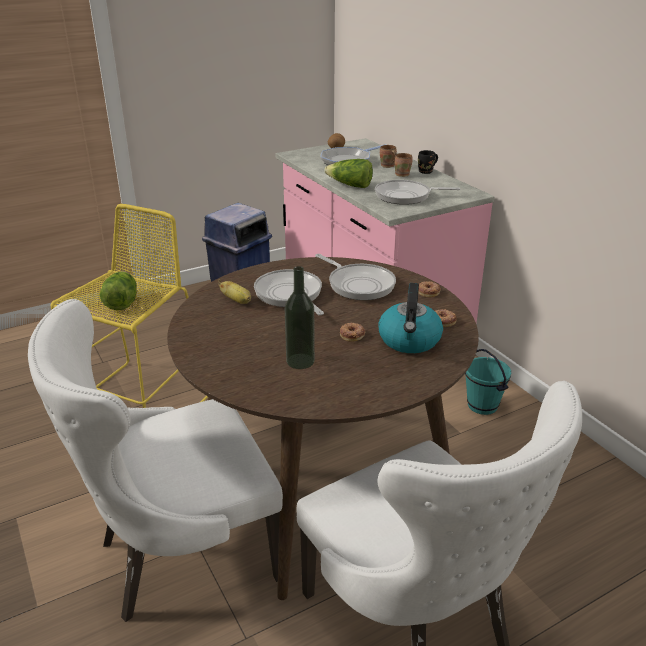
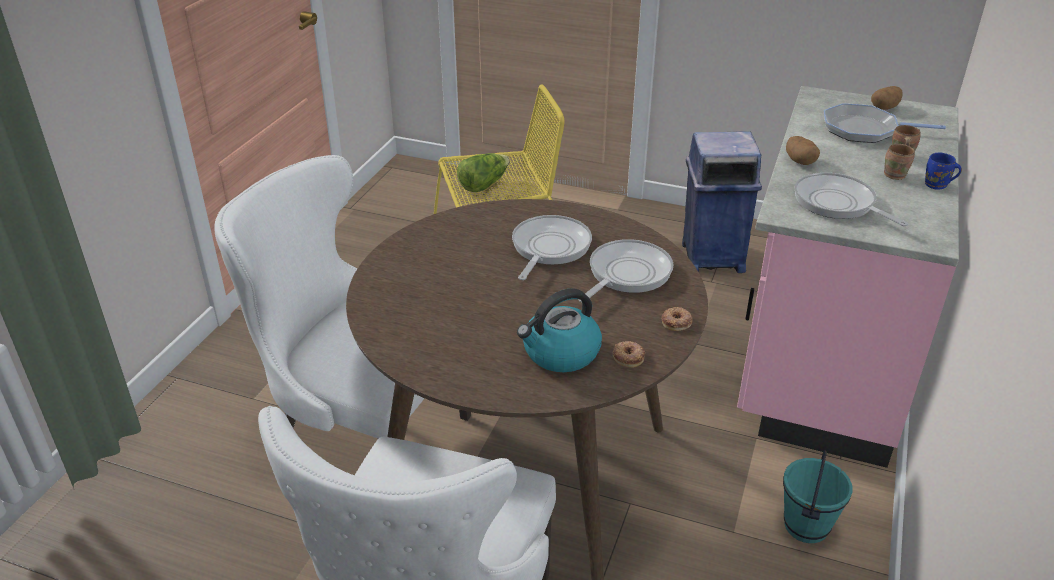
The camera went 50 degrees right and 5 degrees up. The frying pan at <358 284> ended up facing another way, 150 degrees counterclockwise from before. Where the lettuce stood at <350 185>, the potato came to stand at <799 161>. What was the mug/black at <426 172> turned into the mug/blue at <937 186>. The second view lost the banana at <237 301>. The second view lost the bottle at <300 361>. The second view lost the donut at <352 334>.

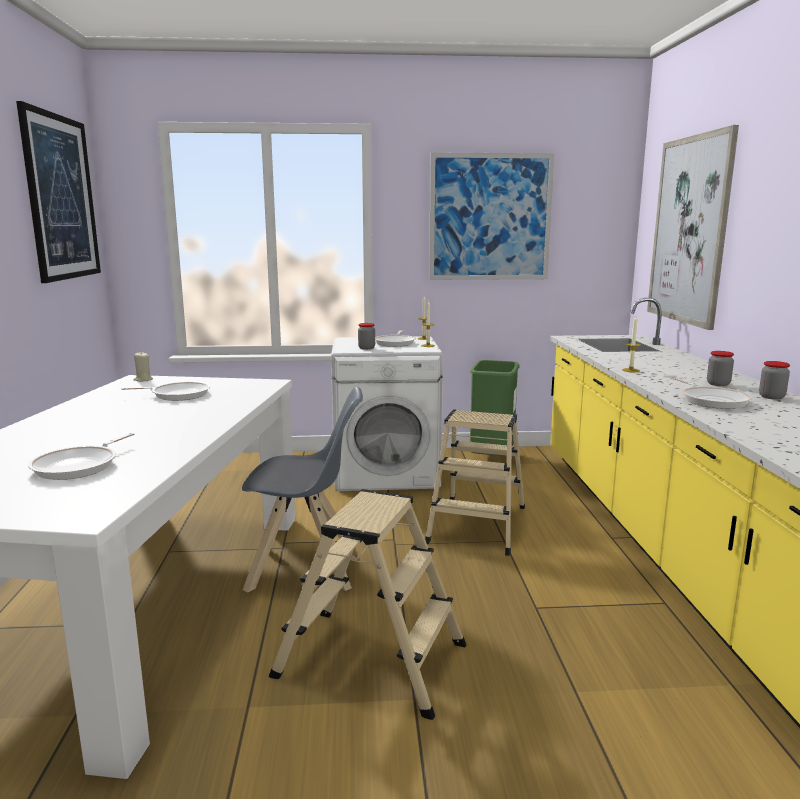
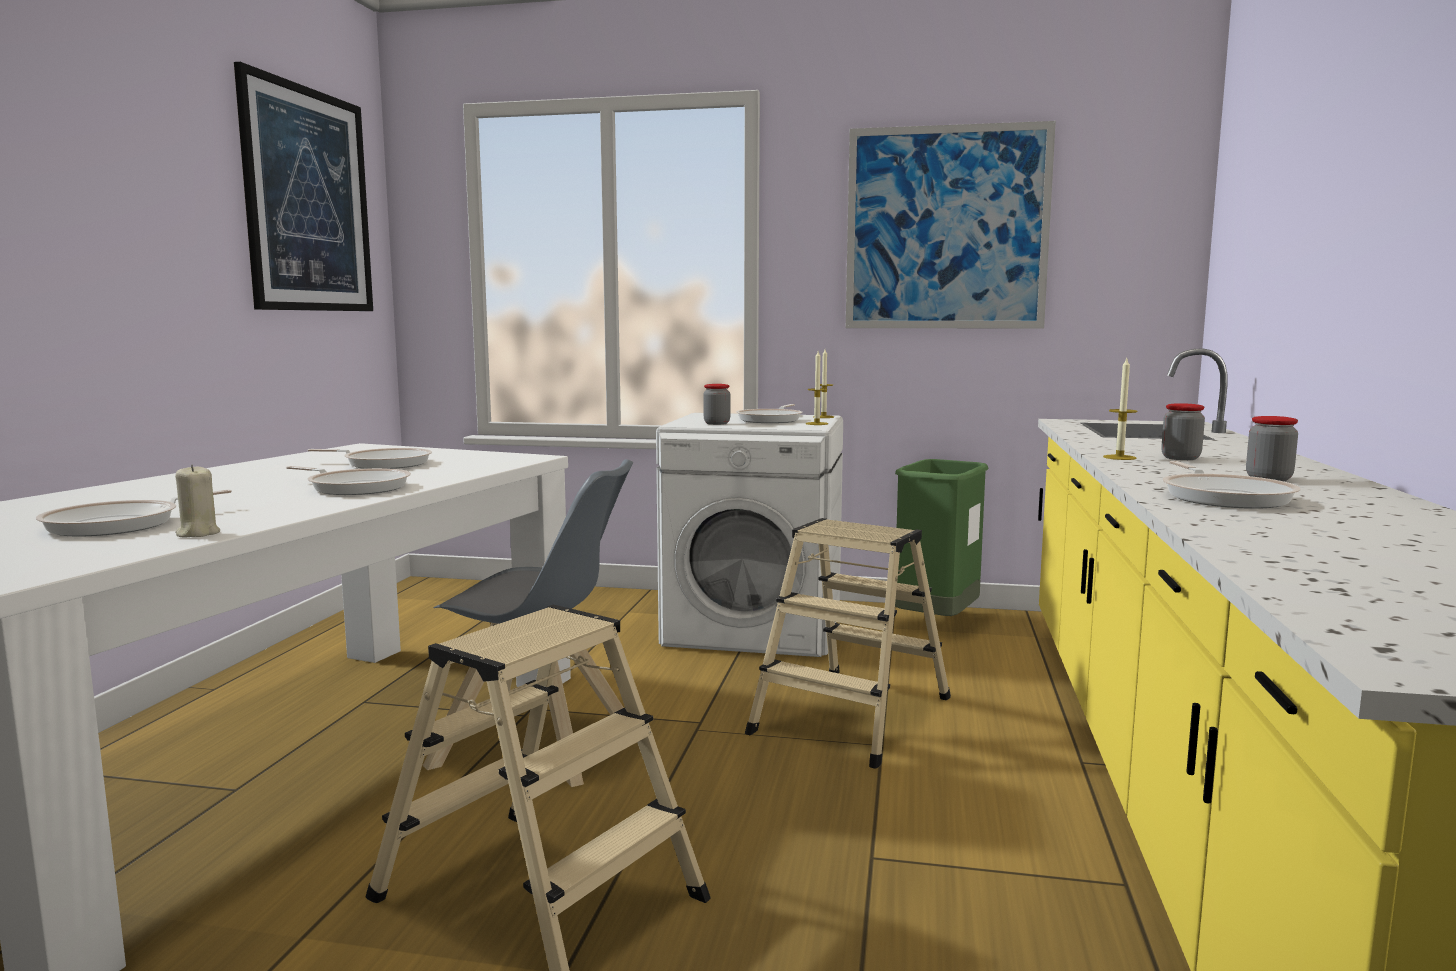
The camera went 15 degrees right and 5 degrees down. The candle/beige ended up elsewhere, having gone from <143 380> to <198 533>. The second view gained the frying pan at <356 487>. The jar ended up elsewhere, having gone from <771 397> to <1180 458>. The second view lost the picture at <689 230>.

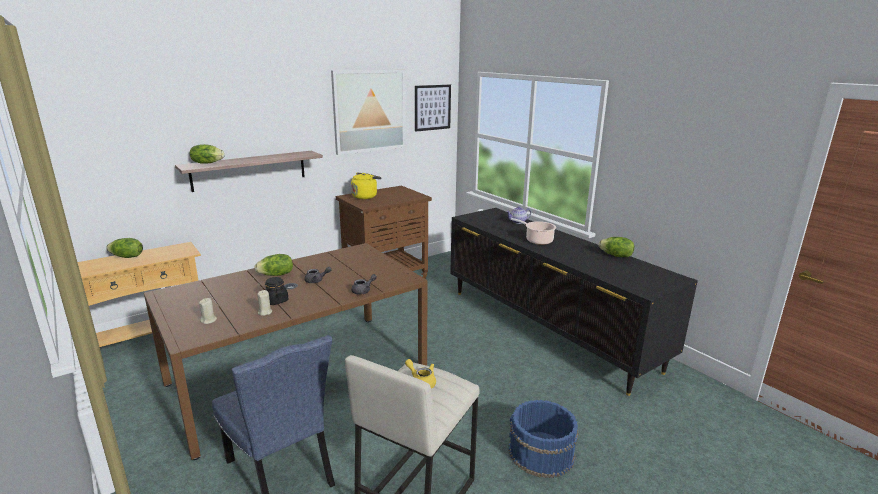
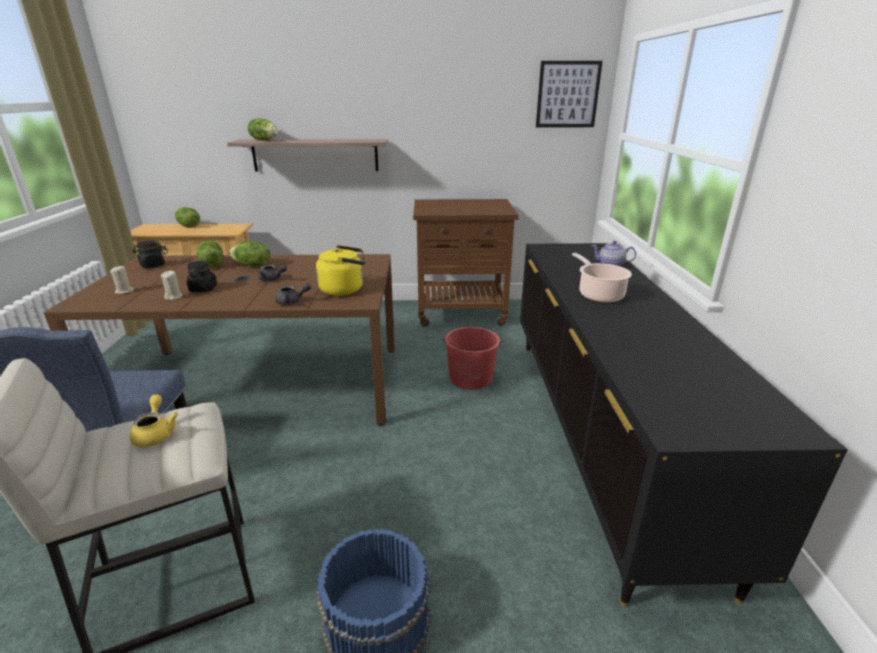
The camera went 35 degrees right and 5 degrees up. The second view gained the jar/black at <152 265>. The lettuce ended up elsewhere, having gone from <616 256> to <211 264>. The kettle/yellow ended up elsewhere, having gone from <365 196> to <344 289>. The second view gained the bucket/red at <470 377>. The second view lost the picture at <369 111>.

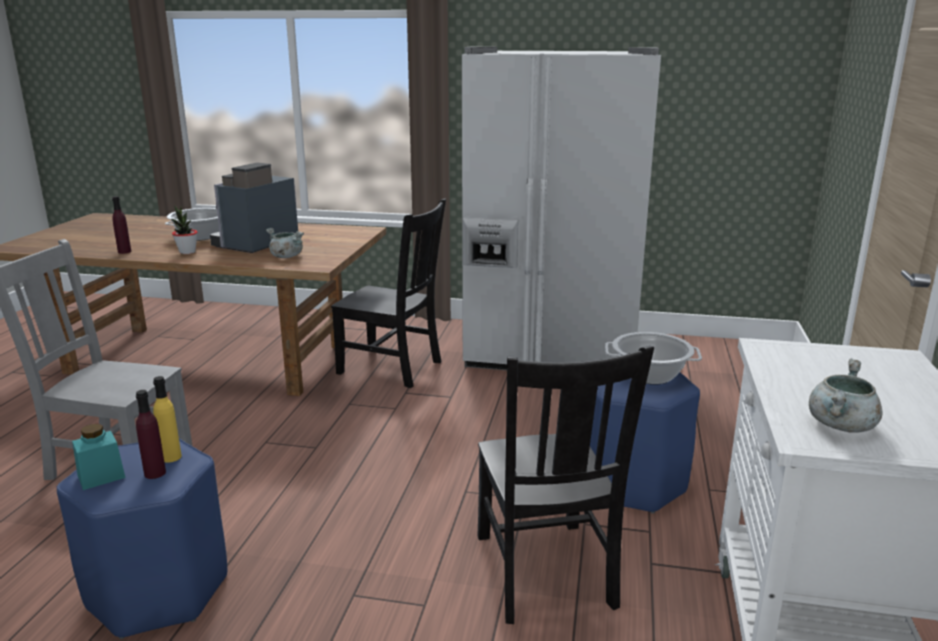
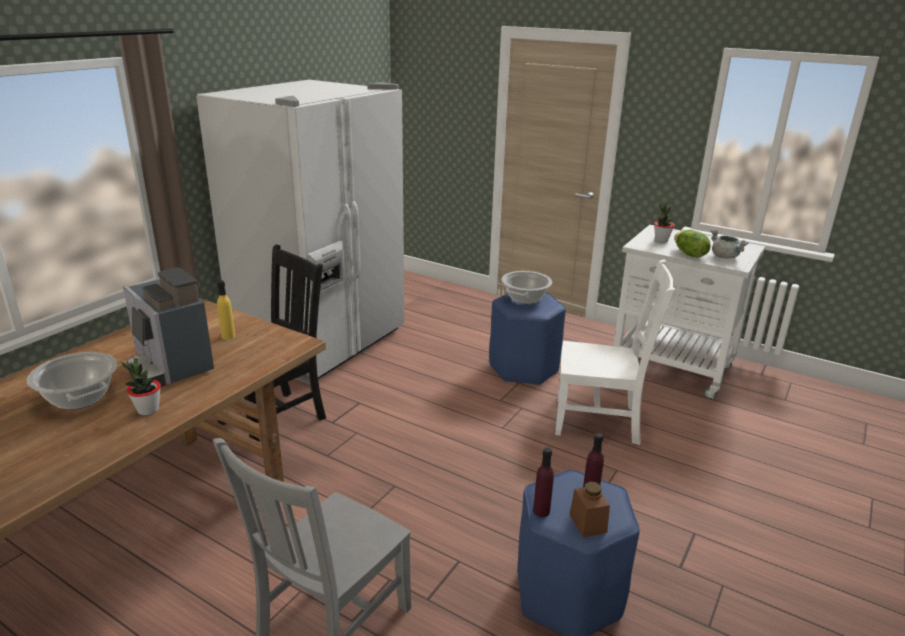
The camera went 70 degrees left and 5 degrees up. The bottle/yellow ended up elsewhere, having gone from <171 457> to <228 336>. The bottle/purple ended up elsewhere, having gone from <124 251> to <541 511>. What was the chair/black at <545 573> turned into the chair/white at <600 421>. What was the jar/turquoise at <101 476> turned into the jar/brown at <588 523>. The second view gained the potted plant at <661 240>. The second view gained the lettuce at <689 254>. The second view lost the cooking pot/grey at <285 256>.

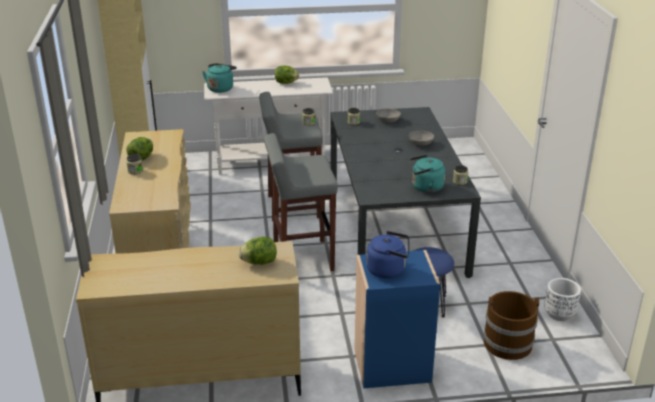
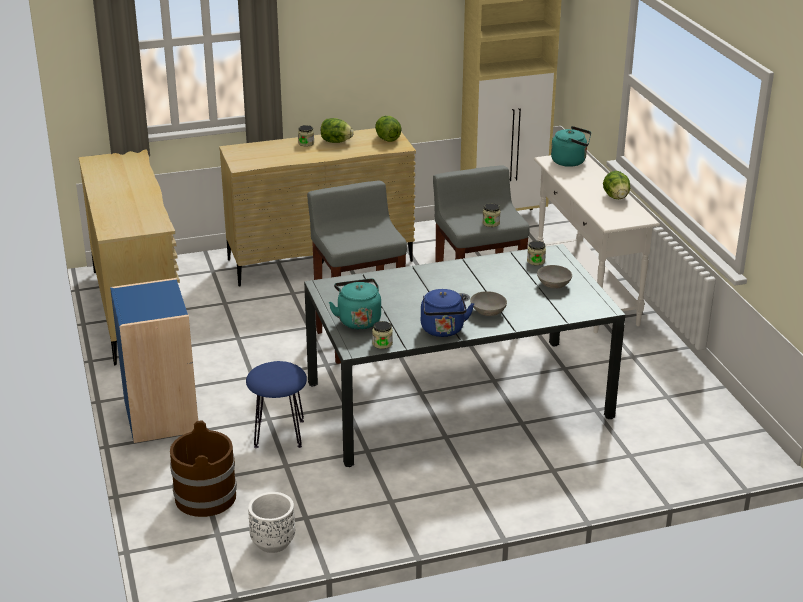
The camera went 80 degrees right and 0 degrees up. The lettuce ended up elsewhere, having gone from <259 262> to <387 139>. The kettle/blue ended up elsewhere, having gone from <388 270> to <443 330>.

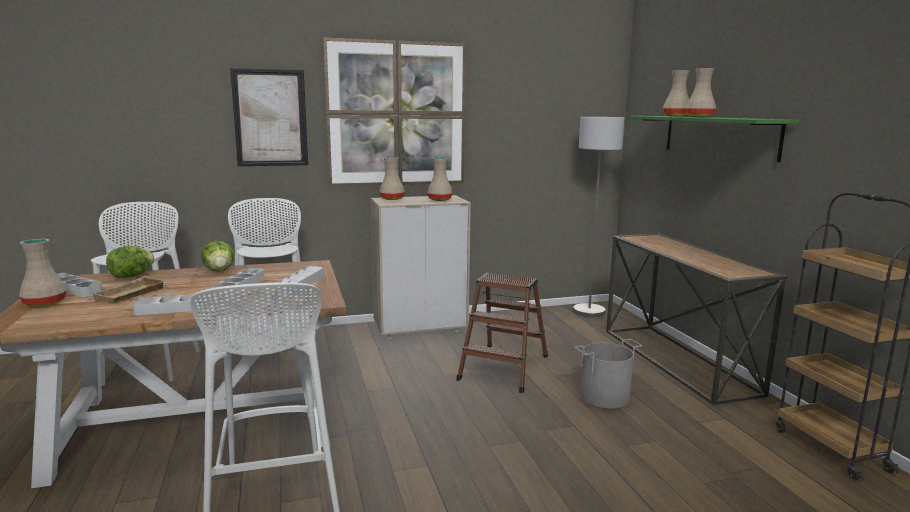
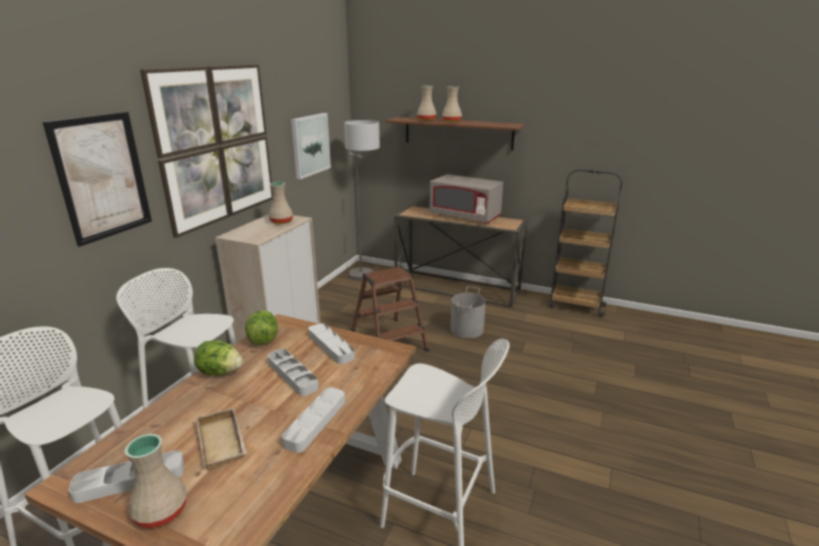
The camera went 50 degrees left and 10 degrees up. The lettuce ended up elsewhere, having gone from <131 276> to <263 339>. The second view gained the picture at <310 145>. What was the shelf/green at <719 136> turned into the shelf/brown at <458 133>. The second view gained the microwave/grey at <465 216>. The second view lost the vase/beige at <392 199>.

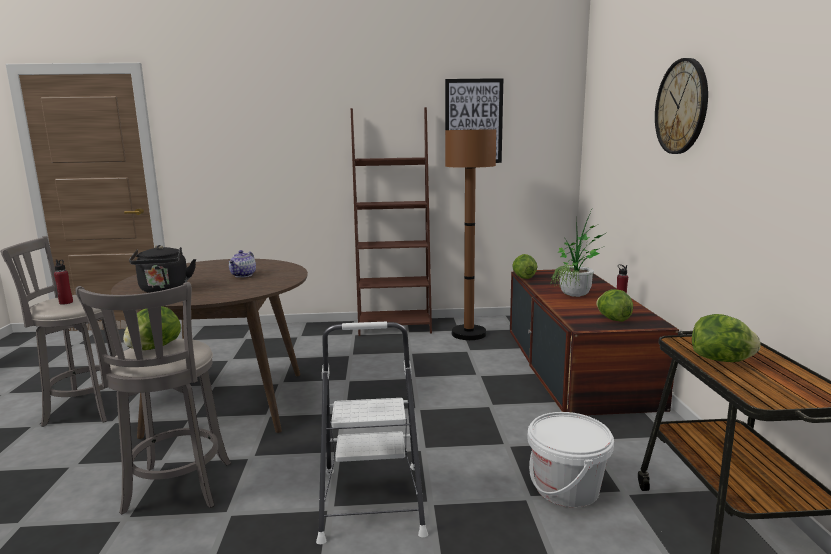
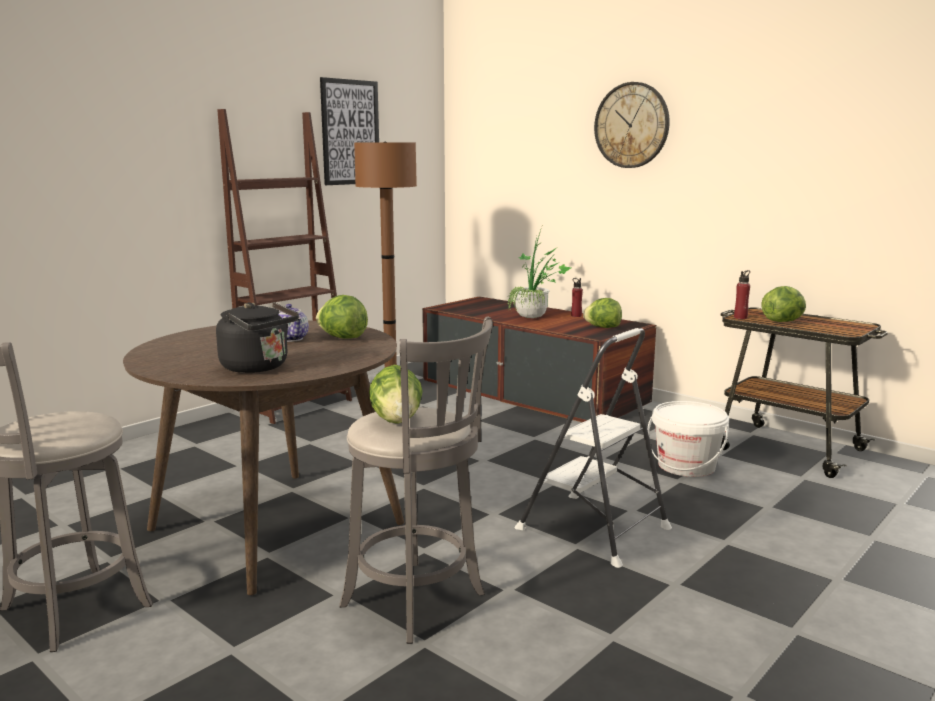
The camera went 45 degrees left and 0 degrees up. The lettuce ended up elsewhere, having gone from <523 277> to <342 338>. The bottle/red ended up elsewhere, having gone from <66 302> to <740 317>.

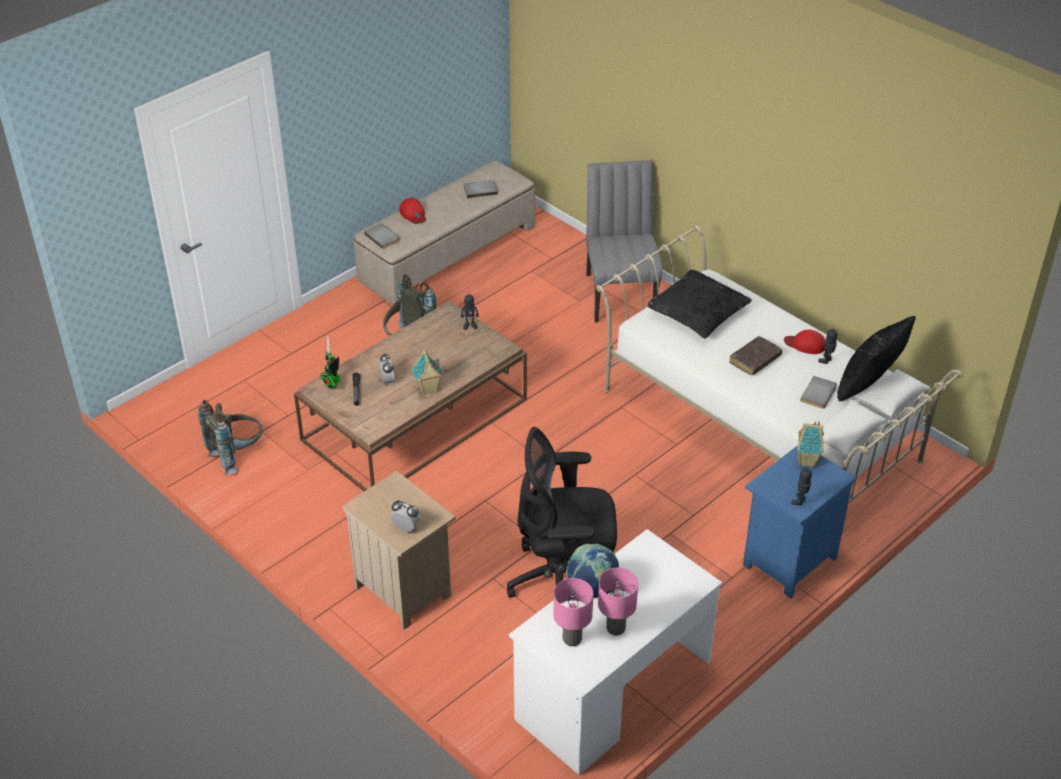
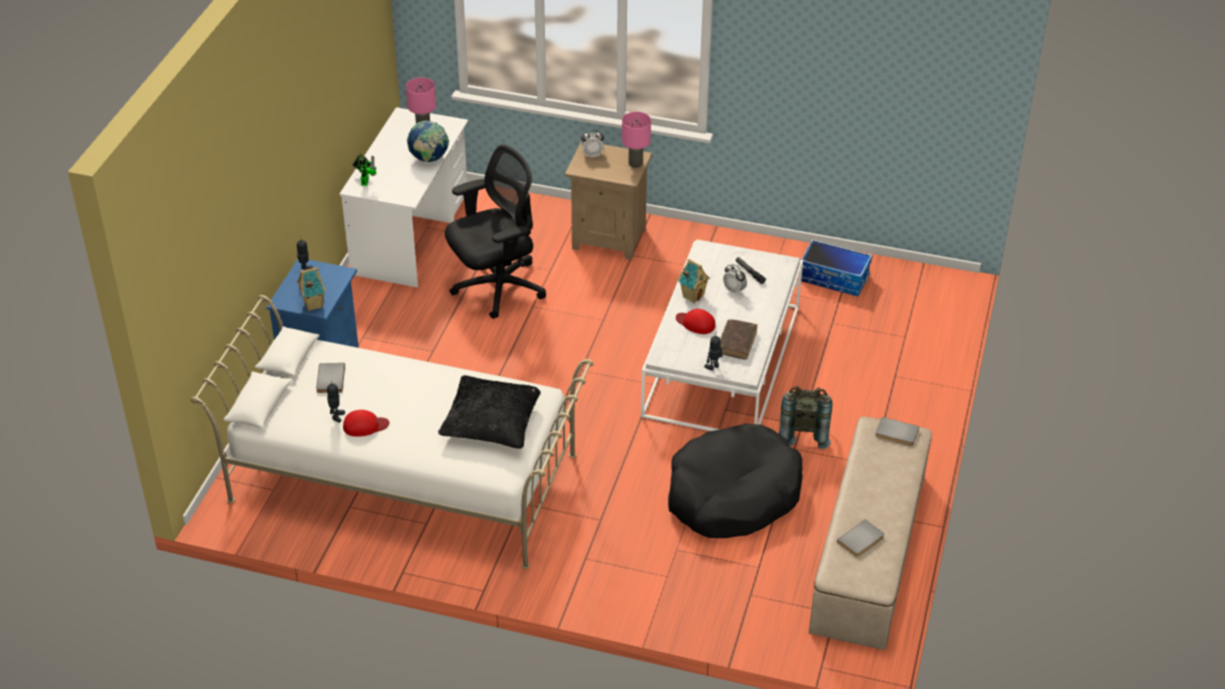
The camera went 150 degrees right and 0 degrees up. The toy robot ended up elsewhere, having gone from <332 384> to <365 180>. The table lamp/pink ended up elsewhere, having gone from <614 629> to <636 164>. What was the coffee table/brown at <415 419> turned into the coffee table/white at <722 361>. The second view gained the dog bed/black at <732 495>. The cap/red ended up elsewhere, having gone from <413 214> to <695 323>. The book/brown ended up elsewhere, having gone from <755 360> to <736 343>. Where the backpack/grey stood at <237 455>, the storage box came to stand at <834 278>. The second view lost the chair/grey at <620 297>. The second view lost the pillow/black at <868 389>.

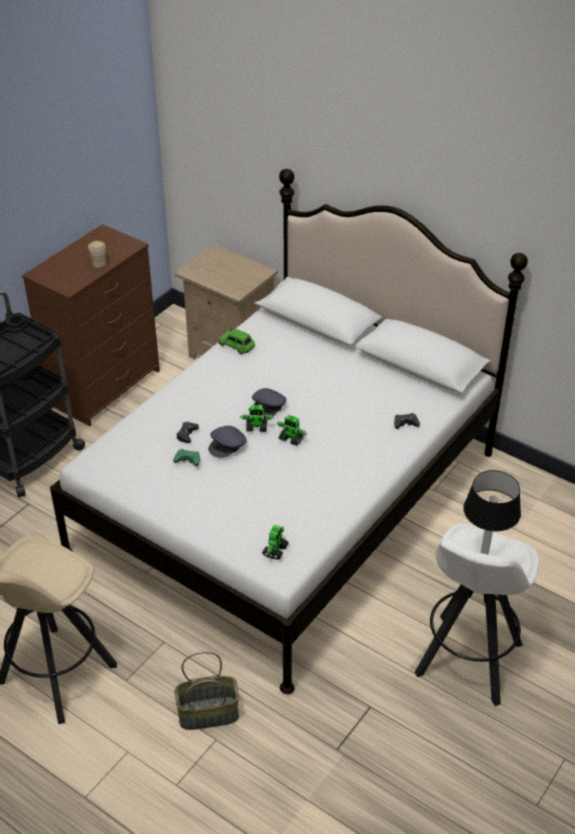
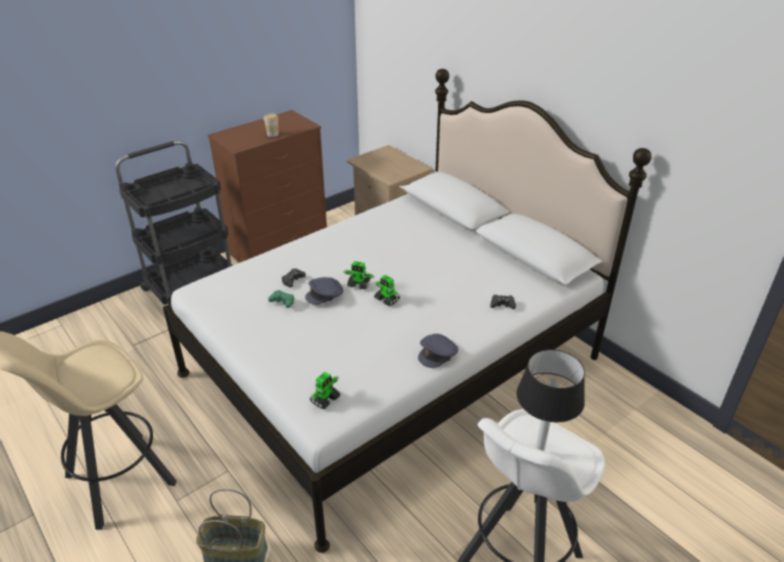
The camera went 15 degrees right and 5 degrees down. The cap/grey ended up elsewhere, having gone from <268 406> to <438 354>. The second view lost the toy car/green at <237 345>.

